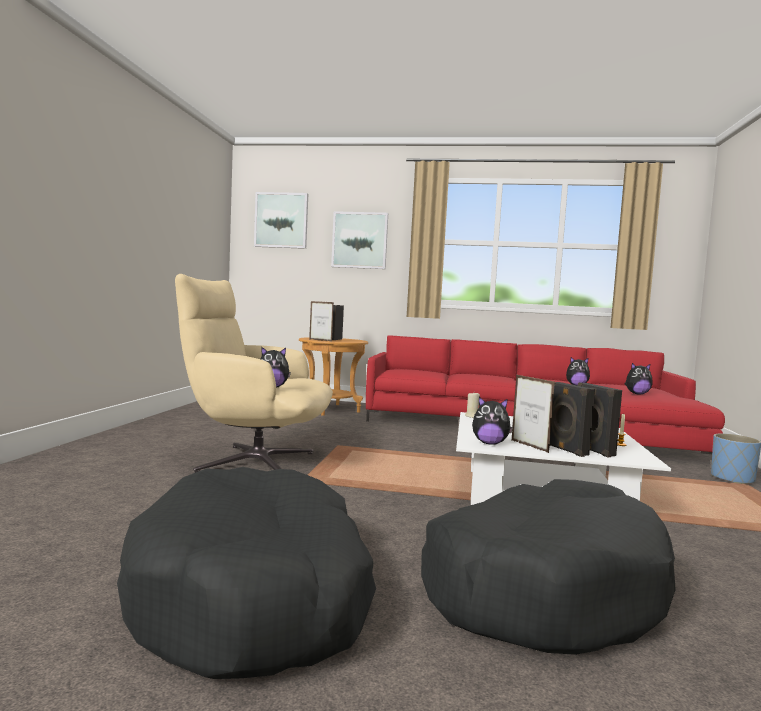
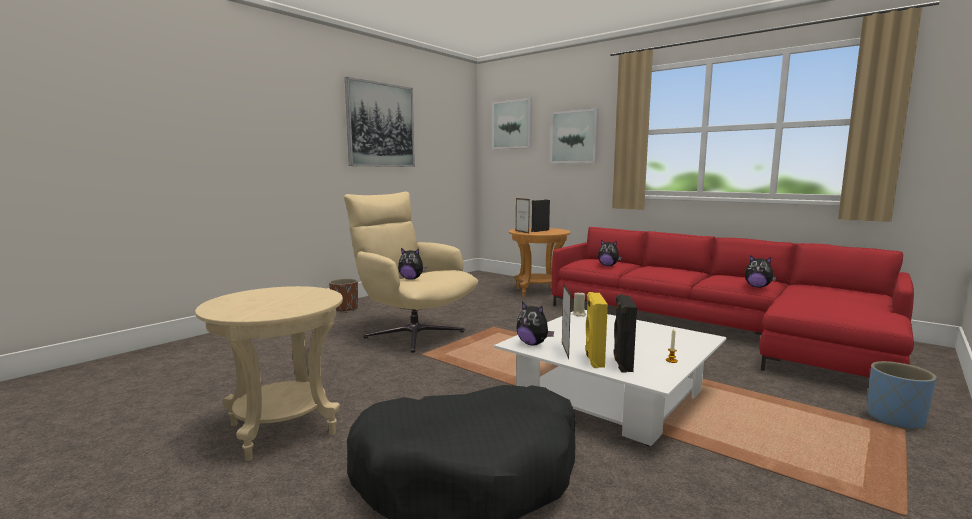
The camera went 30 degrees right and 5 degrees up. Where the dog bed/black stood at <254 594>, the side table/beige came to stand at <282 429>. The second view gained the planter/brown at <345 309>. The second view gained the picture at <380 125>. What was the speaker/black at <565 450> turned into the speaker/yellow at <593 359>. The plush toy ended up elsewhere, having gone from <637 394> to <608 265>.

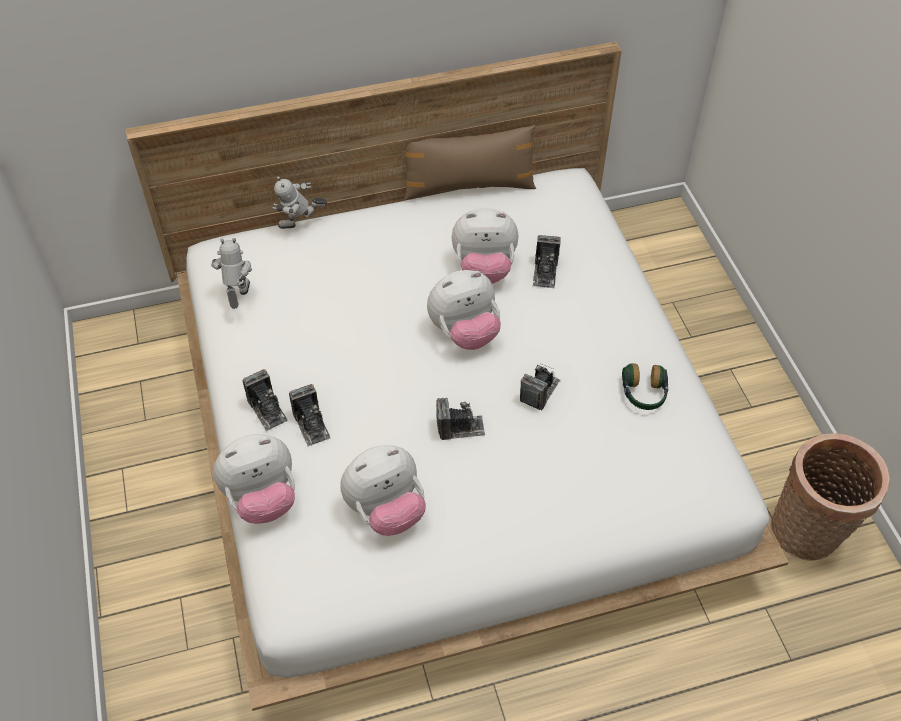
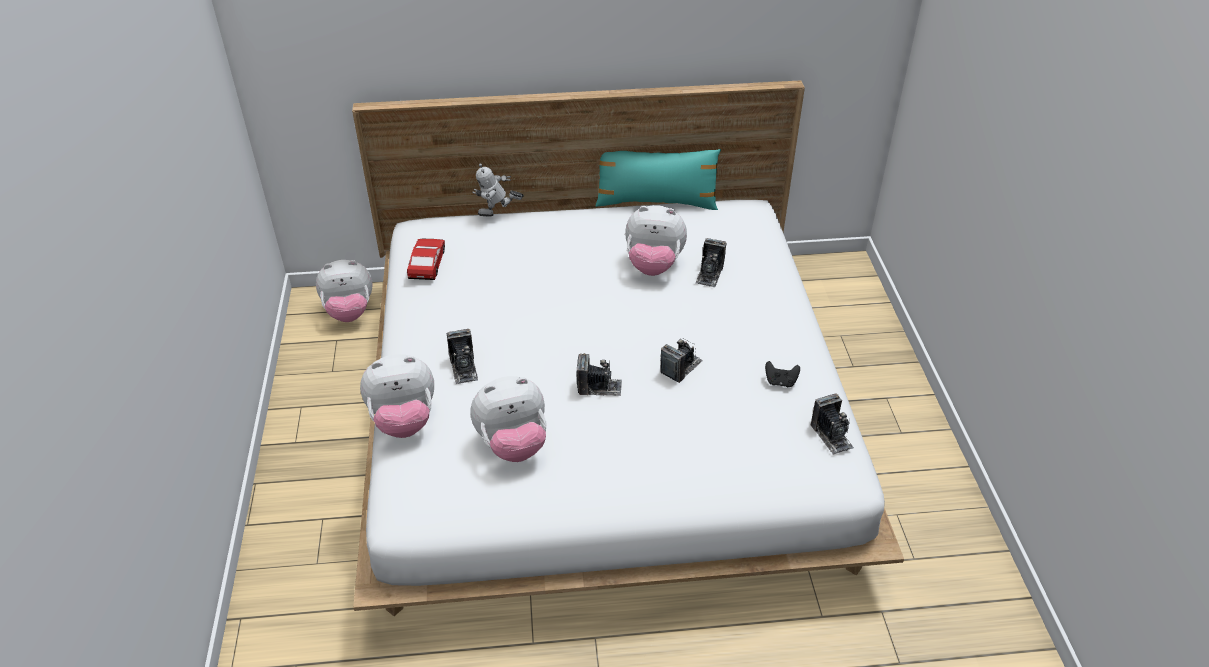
The camera went 10 degrees right and 10 degrees down. The plush toy ended up elsewhere, having gone from <464 332> to <349 312>. Where the toy robot stood at <238 298>, the toy car came to stand at <427 263>. What was the pillow/brown at <469 186> turned into the pillow/turquoise at <656 202>. Where the headphones stood at <644 394>, the game controller/black came to stand at <780 382>. The photo camera ended up elsewhere, having gone from <267 410> to <831 435>. The second view lost the basket at <807 534>.

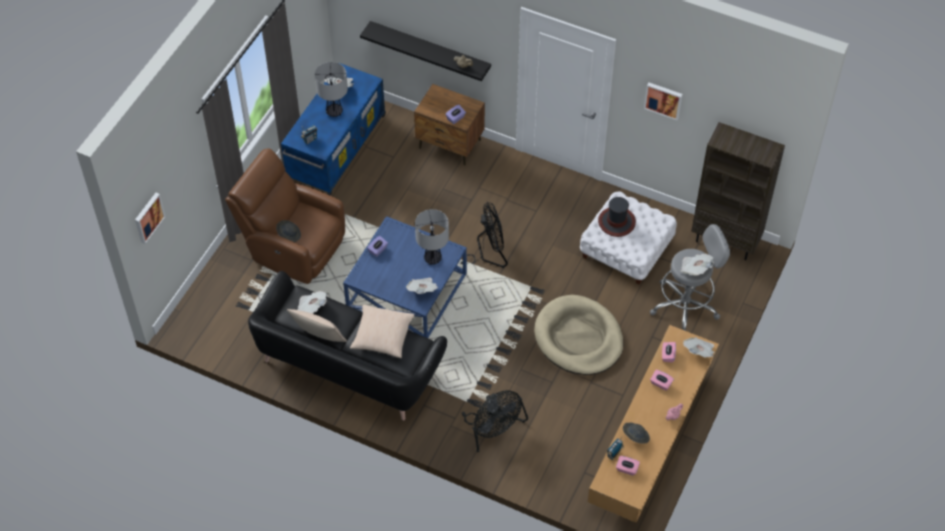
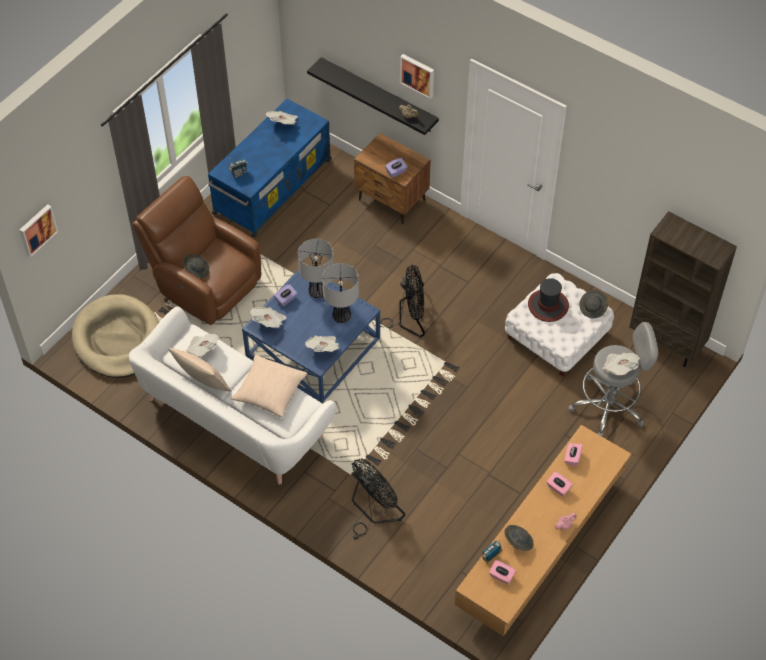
The camera went 10 degrees right and 0 degrees up. The dog bed/beige ended up elsewhere, having gone from <578 338> to <118 339>. What was the sofa/black at <347 367> turned into the sofa/white at <233 419>. The newspaper ended up elsewhere, having gone from <699 352> to <269 322>. The table lamp ended up elsewhere, having gone from <334 112> to <317 292>. The fan/black at <492 429> ended up facing another way, 105 degrees counterclockwise from before. The picture ended up elsewhere, having gone from <663 100> to <418 75>. The second view gained the hat/grey at <593 308>.

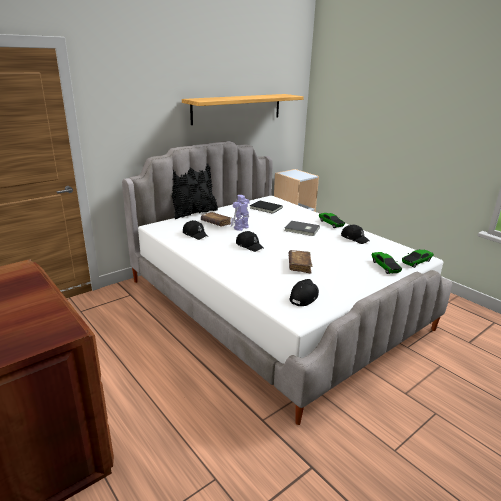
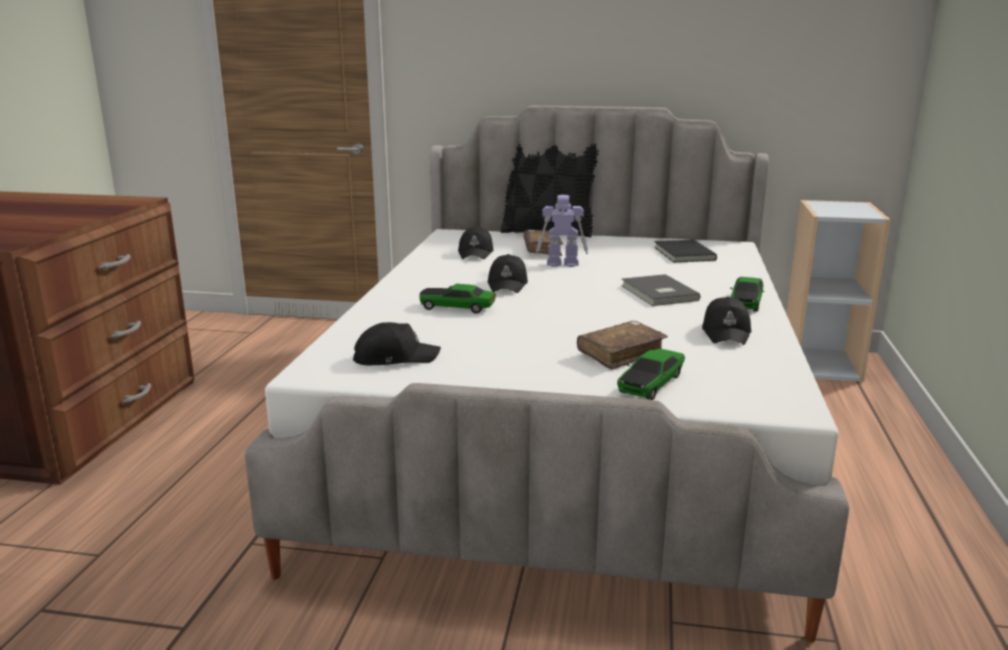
The camera went 50 degrees right and 5 degrees down. The toy car ended up elsewhere, having gone from <416 262> to <457 308>. The book/brown ended up elsewhere, having gone from <299 265> to <621 354>. The second view lost the shelf at <237 108>.

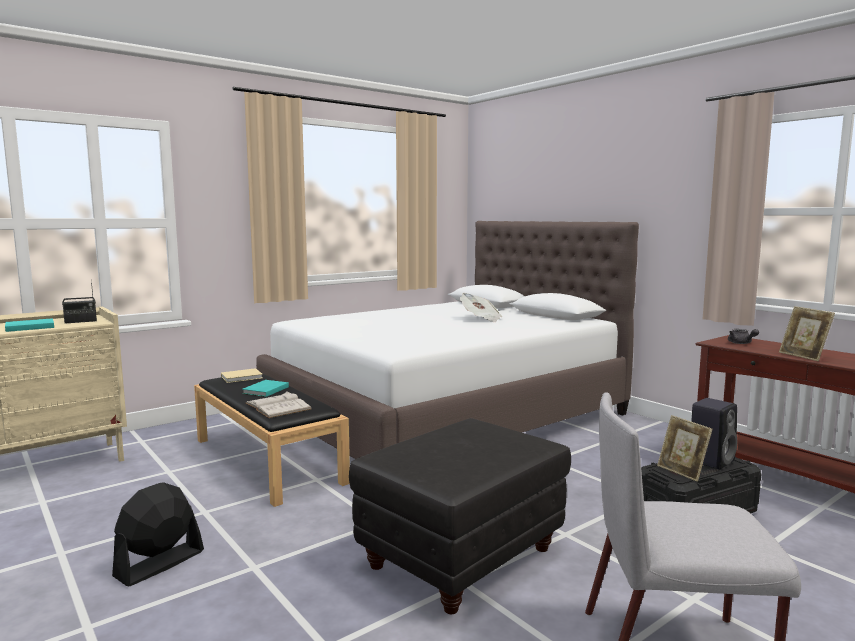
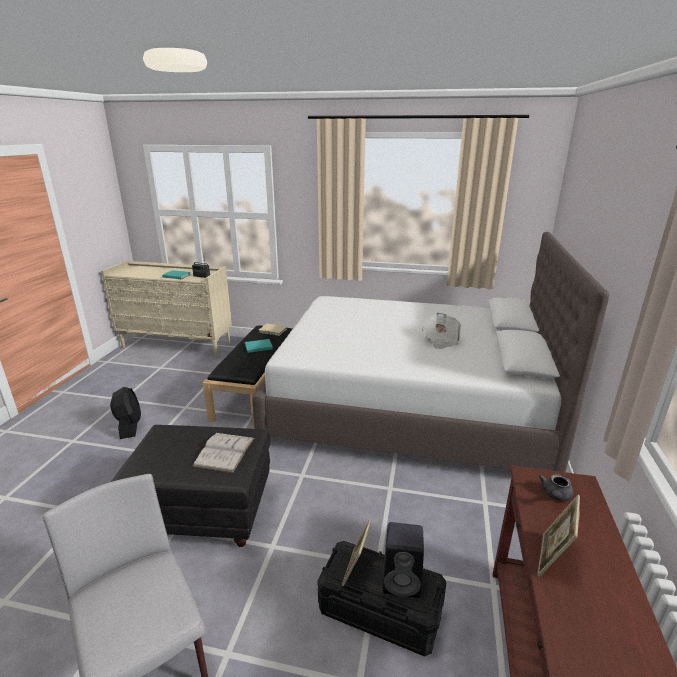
The camera went 50 degrees right and 15 degrees up. The fan/black at <159 564> ended up facing another way, 75 degrees clockwise from before. The book/white ended up elsewhere, having gone from <278 406> to <224 452>.

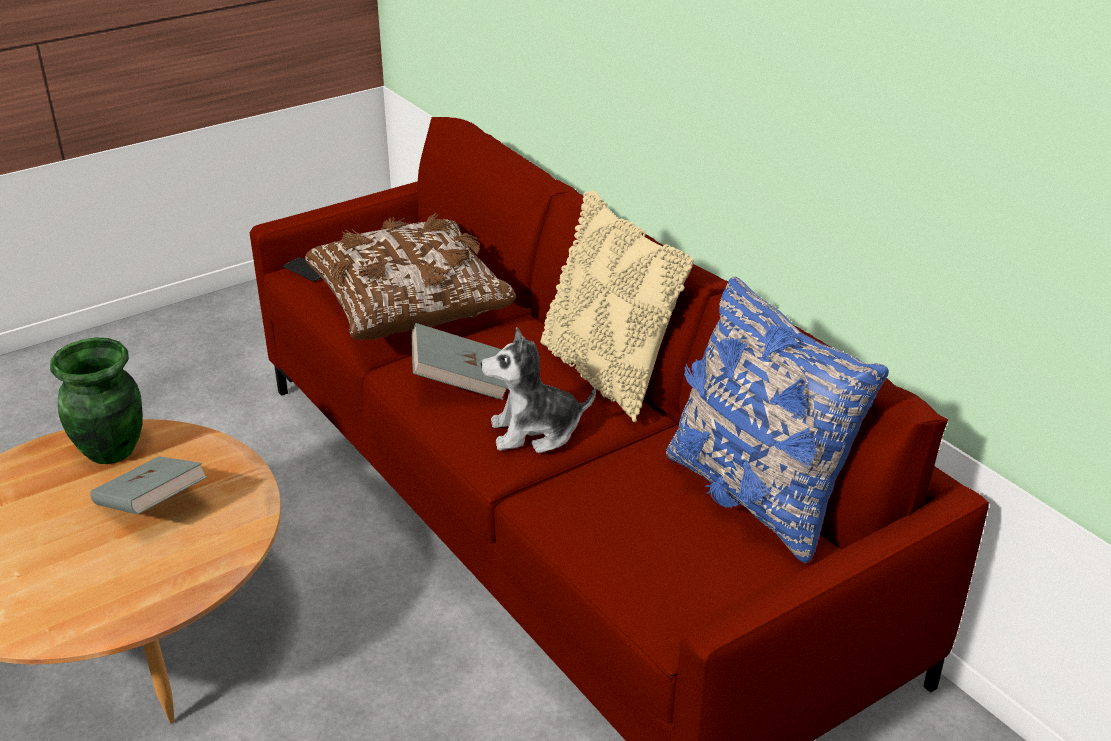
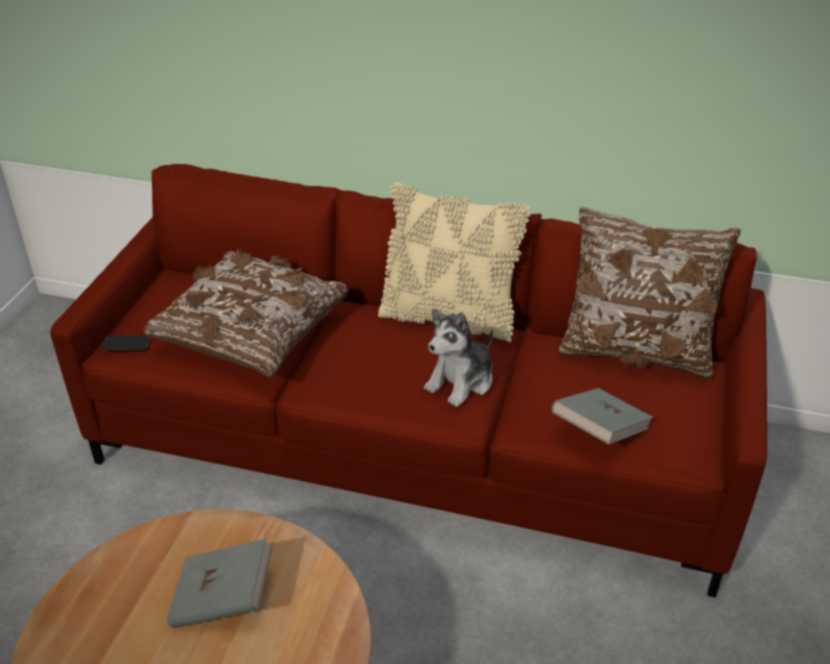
The camera went 40 degrees left and 5 degrees up. The book/grey ended up elsewhere, having gone from <459 382> to <599 431>. What was the pillow/blue at <754 497> turned into the pillow/brown at <635 354>. The second view lost the vase/green at <110 451>.

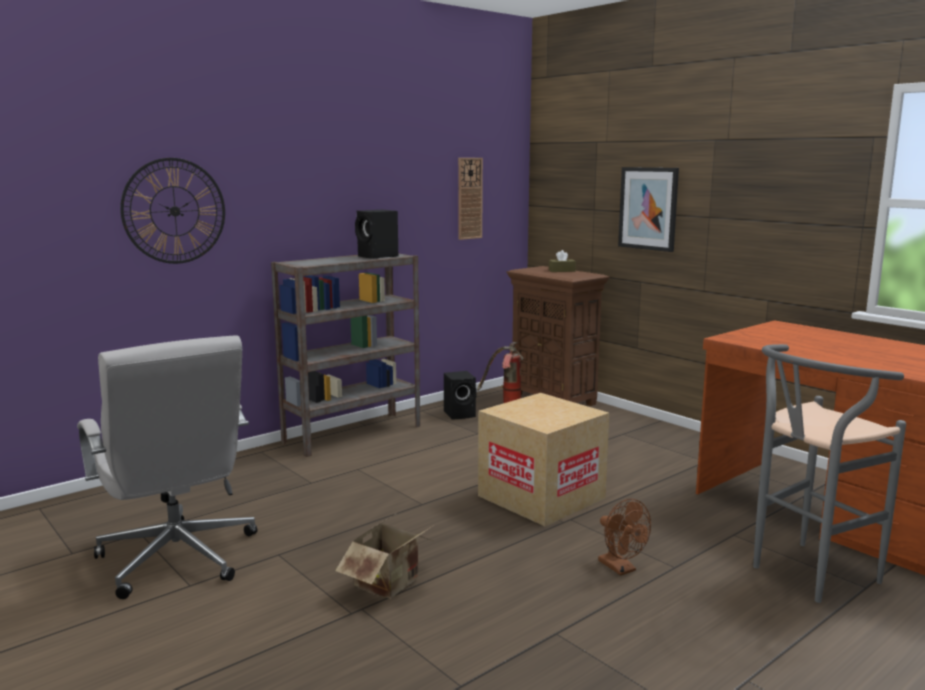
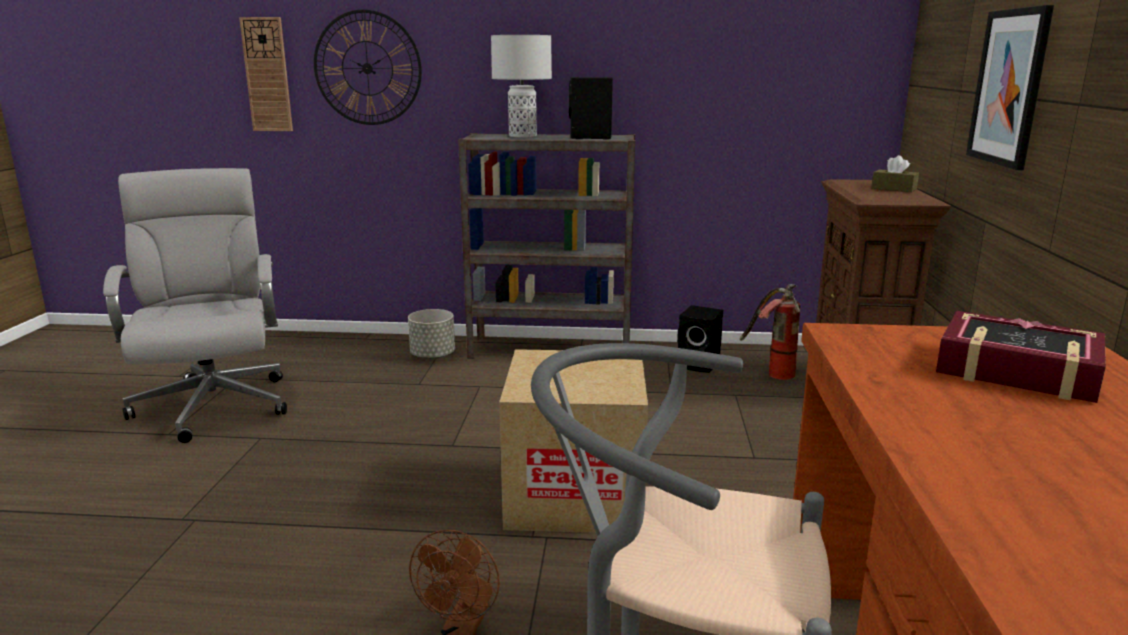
The camera went 45 degrees right and 5 degrees up. The office chair/grey at <177 556> ended up facing another way, 150 degrees clockwise from before. The wall clock ended up elsewhere, having gone from <469 198> to <267 75>. The second view gained the planter/grey at <432 356>. The second view gained the table lamp/white at <523 136>. The second view gained the book at <1017 370>. The second view lost the cardboard box at <391 584>.

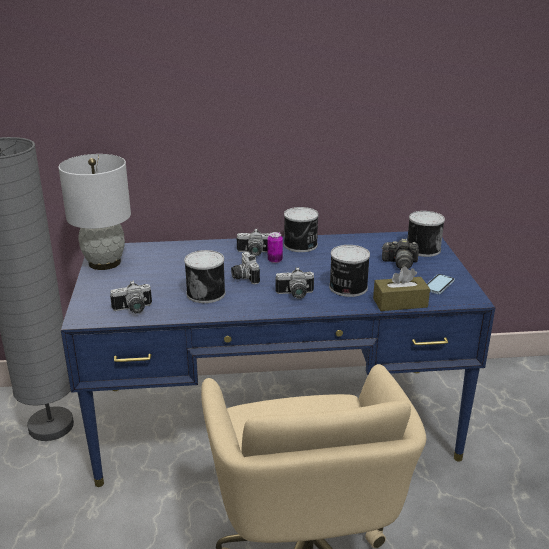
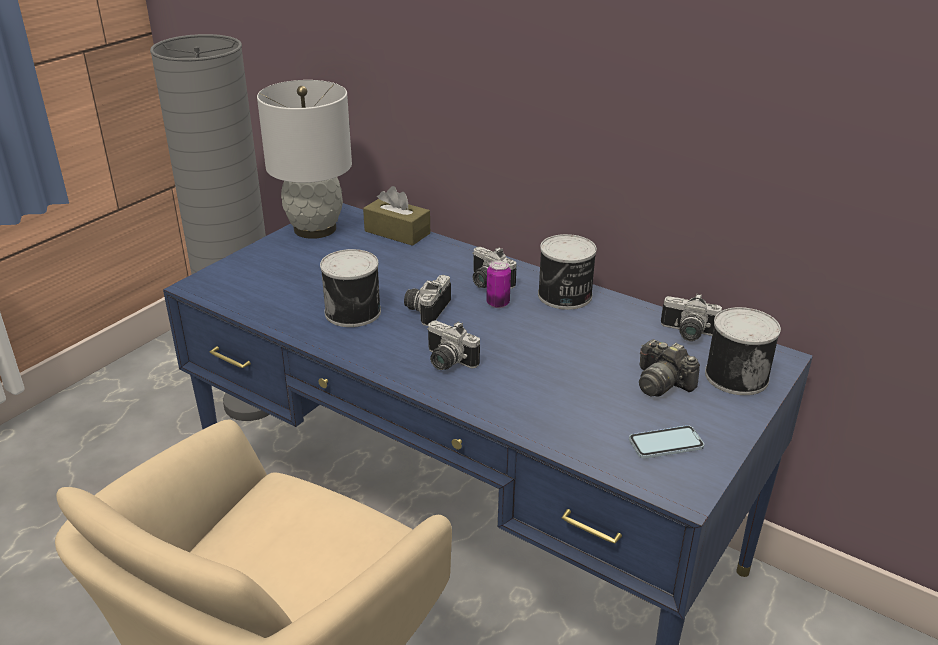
The camera went 40 degrees right and 5 degrees up. The tissue box/brown ended up elsewhere, having gone from <400 303> to <397 232>. The photo camera ended up elsewhere, having gone from <133 310> to <687 334>. The second view lost the can at <347 287>.

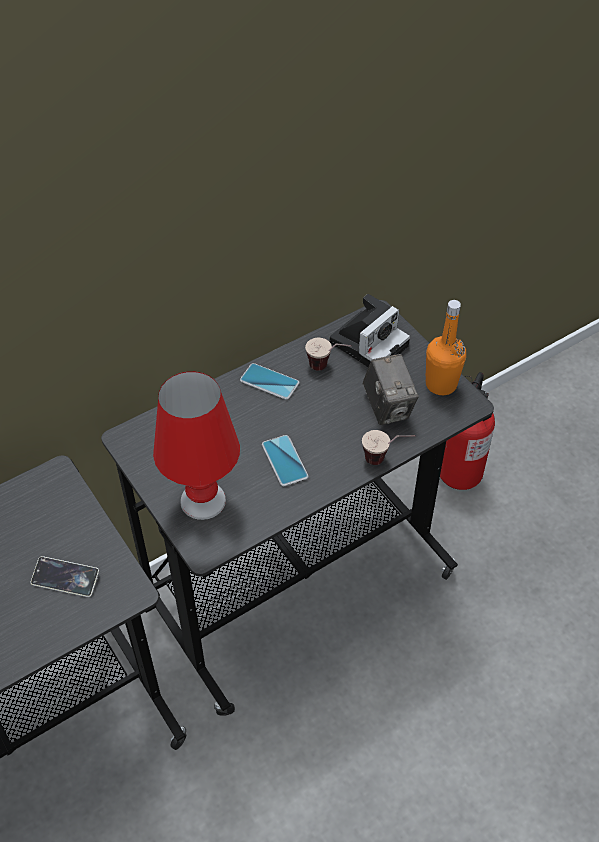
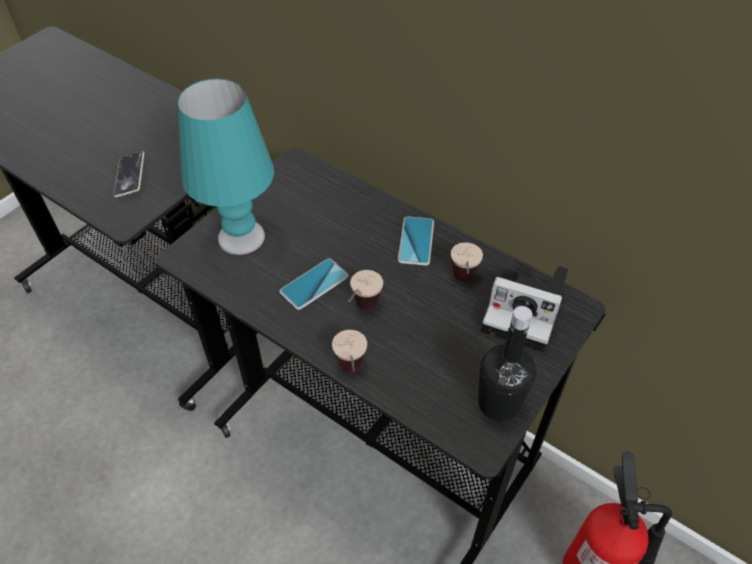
The camera went 70 degrees right and 0 degrees up. What was the table lamp/red at <202 501> turned into the table lamp/turquoise at <241 237>. The second view gained the cup at <362 312>. What was the bottle/orange at <441 384> turned into the bottle/black at <499 403>. The second view lost the photo camera at <388 407>.

